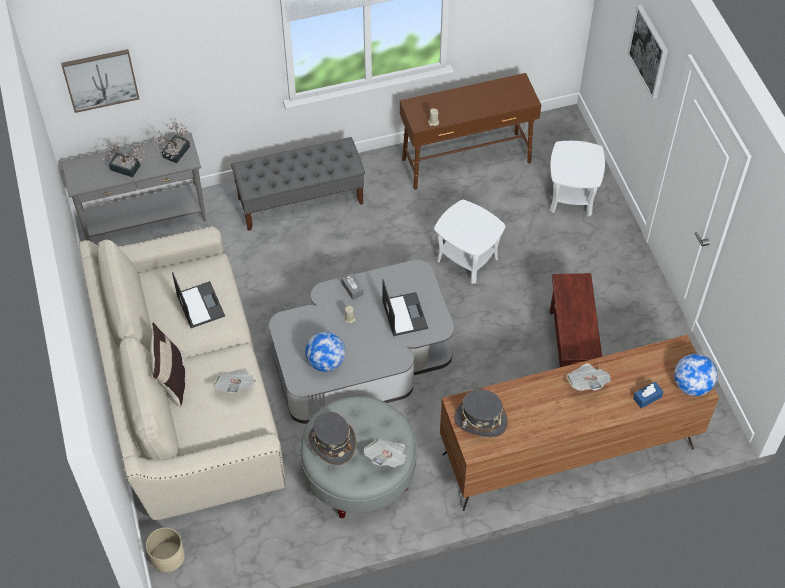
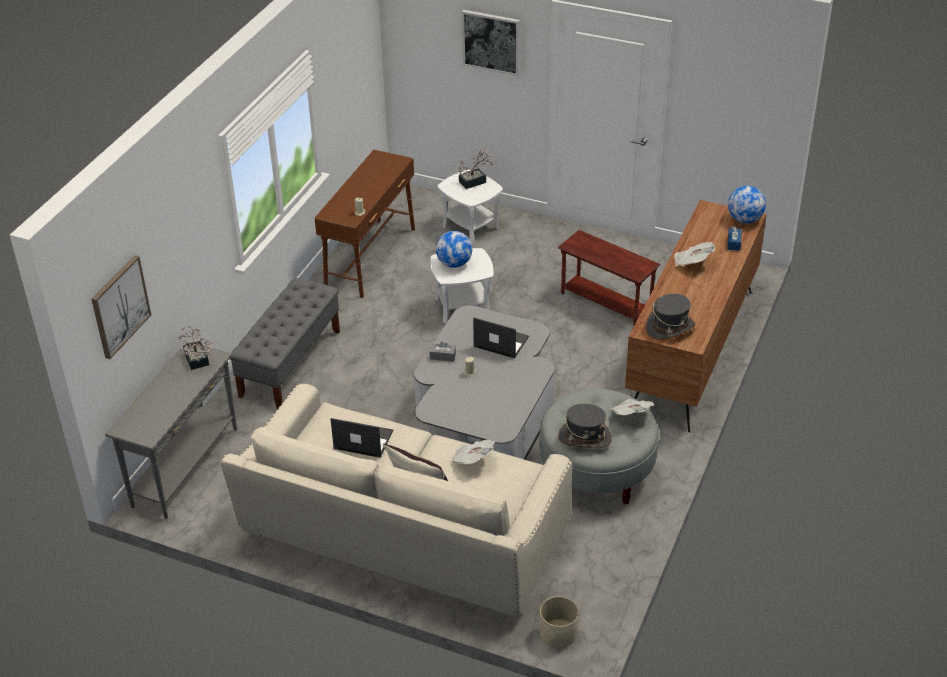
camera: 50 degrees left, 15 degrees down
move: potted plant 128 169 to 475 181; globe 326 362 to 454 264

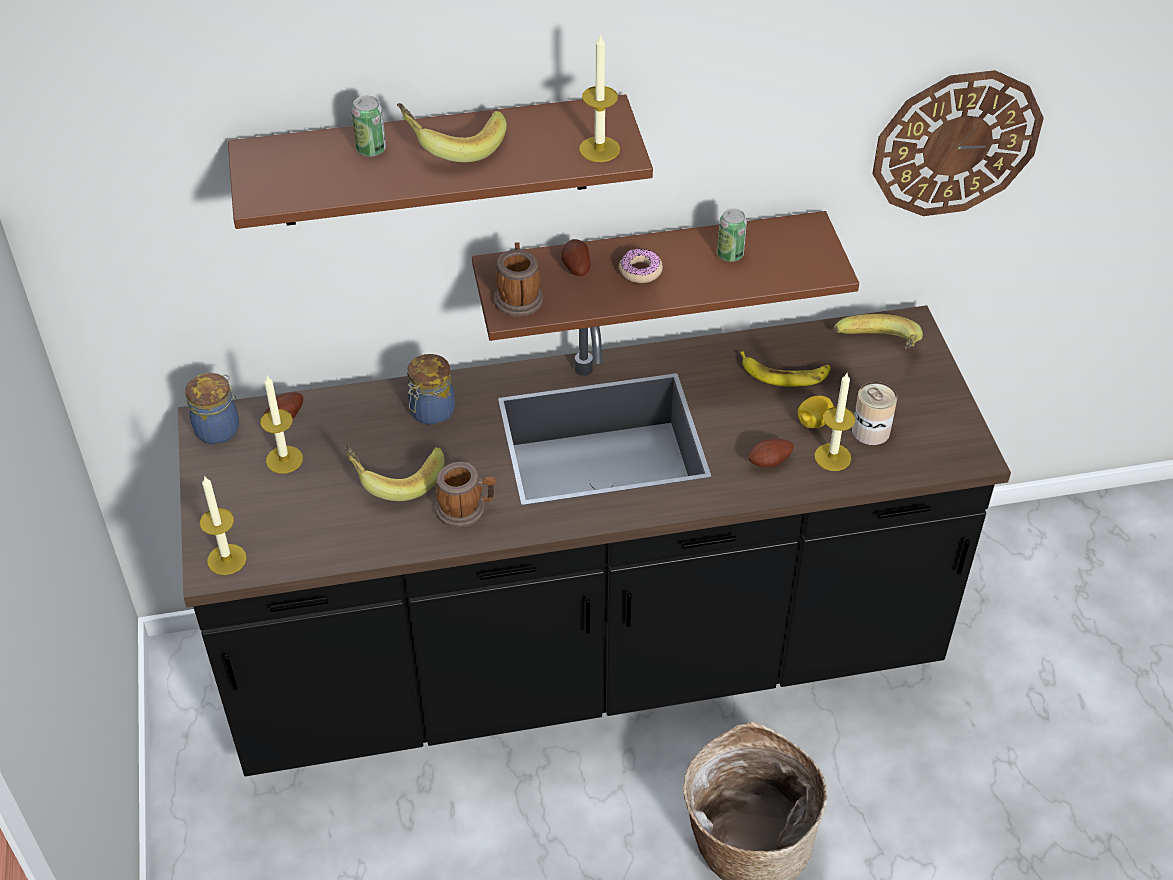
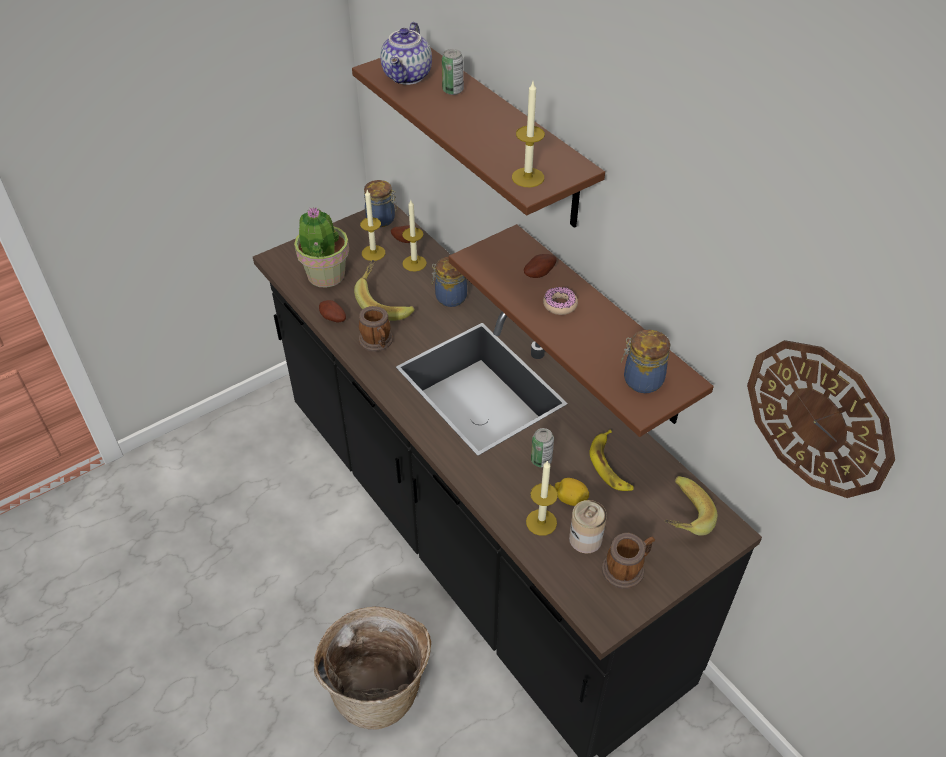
camera: 65 degrees right, 0 degrees up
delete: banana 453 144
insert: potted plant 325 275; teapot 408 76; jar 641 380
move: candle 226 559 to 414 263; mug 518 296 to 627 568; can 730 255 to 541 460; potato 770 462 to 332 319

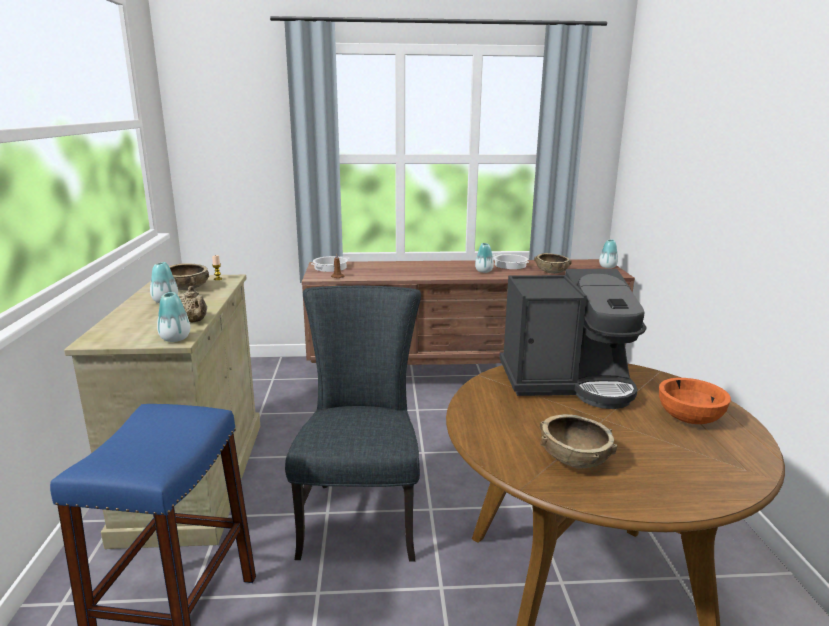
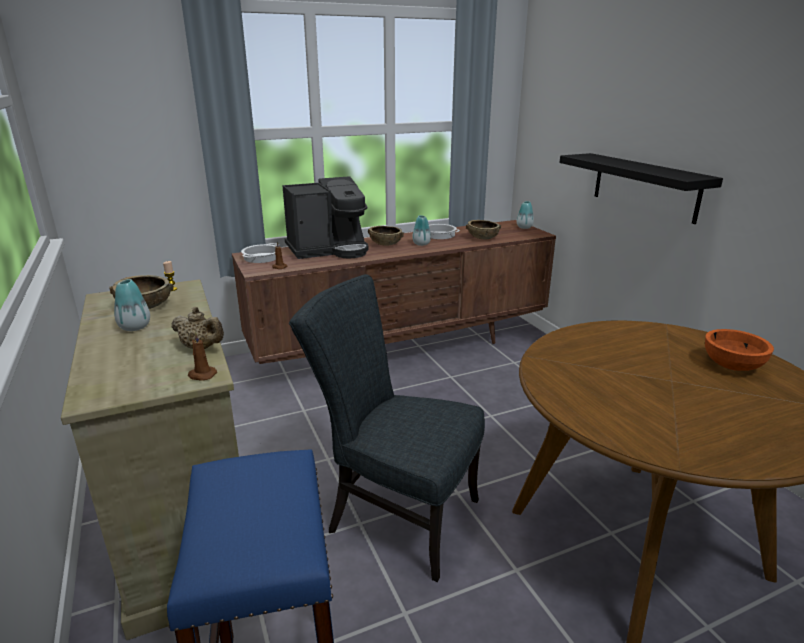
camera: 20 degrees left, 5 degrees up
insert: shelf (black) 644 186
move: coffee machine 567 382 to 329 250; bowl (brown) 574 459 to 385 244
replace: vase 175 338 to candle (brown) 201 375
rotate: chair (grey) 361 513 = 395 514 45 degrees counterclockwise

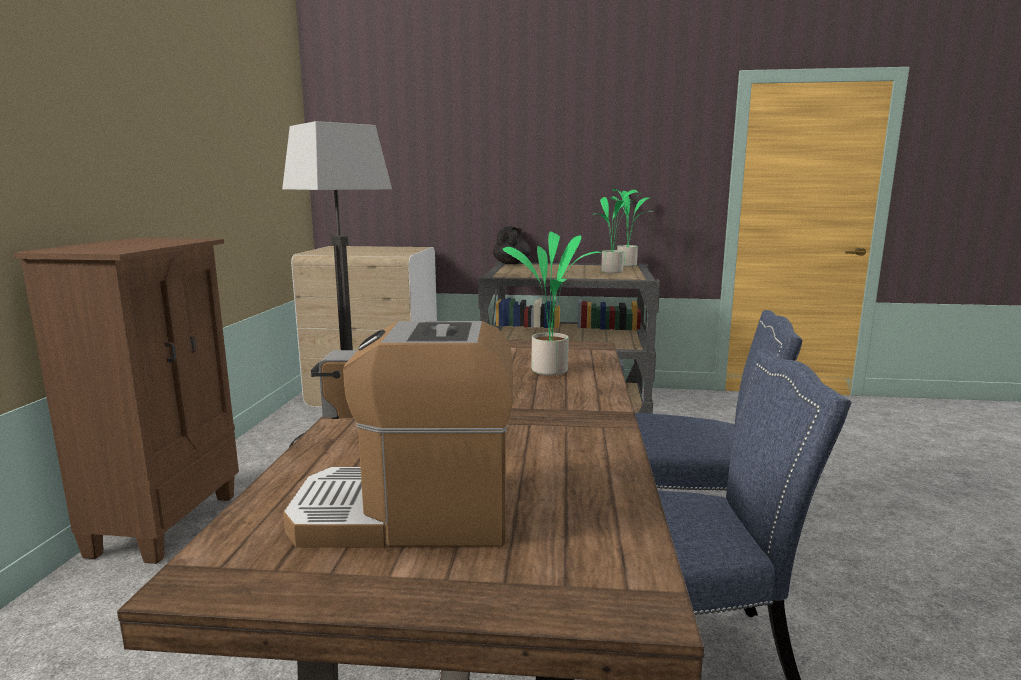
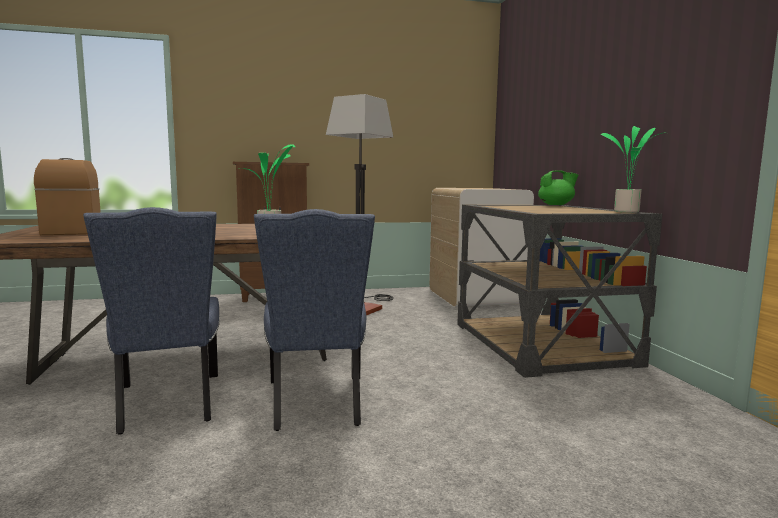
camera: 70 degrees right, 5 degrees down
delete: potted plant 613 272
recolor: teapot (black) 511 263 to teapot (green) 556 205

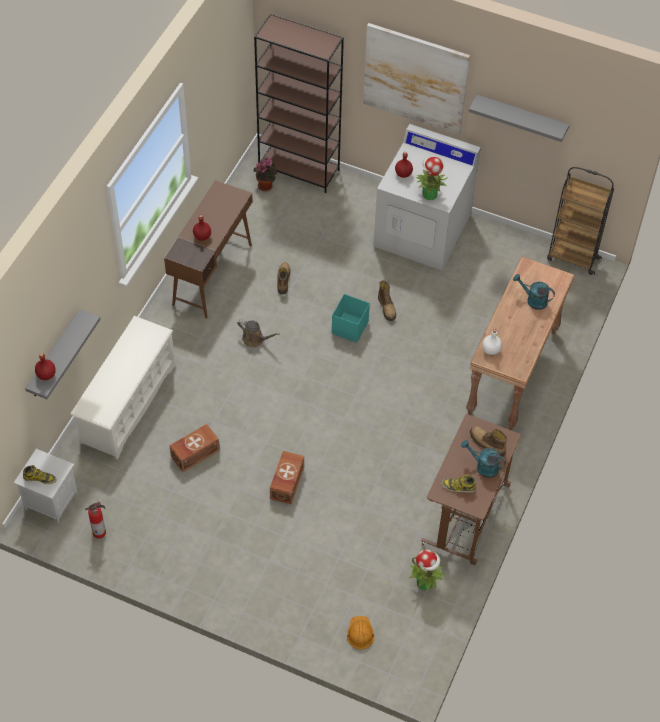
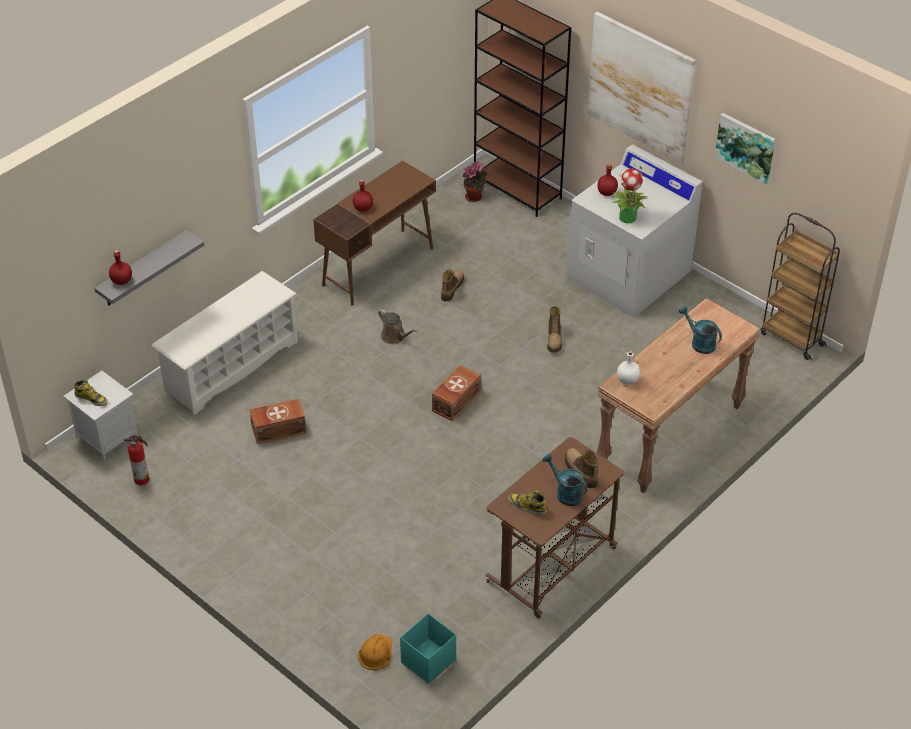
camera: 20 degrees right, 10 degrees down
delete: potted plant 425 582
move: storage box (brown) 286 483 to 455 401; storage box (turquoise) 349 328 to 427 661
replace: shelf (grey) 521 118 to picture 746 147

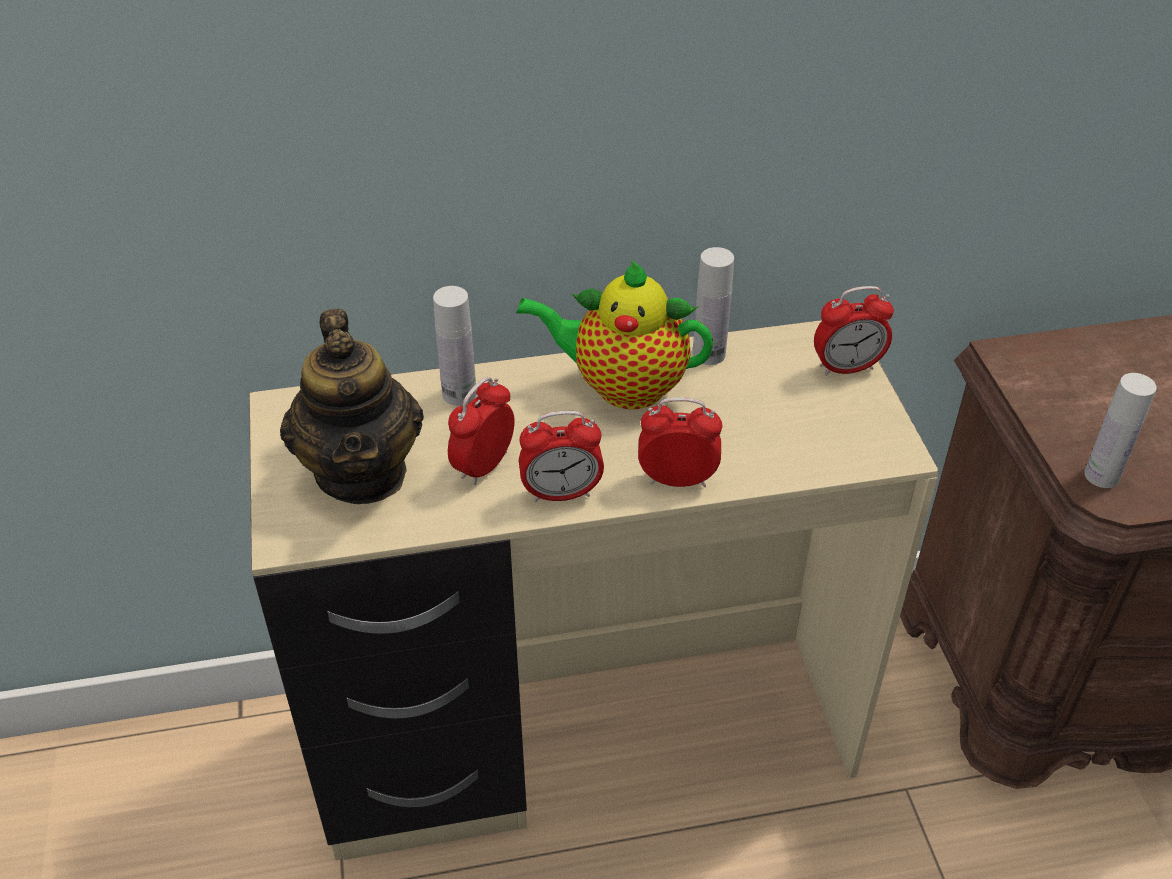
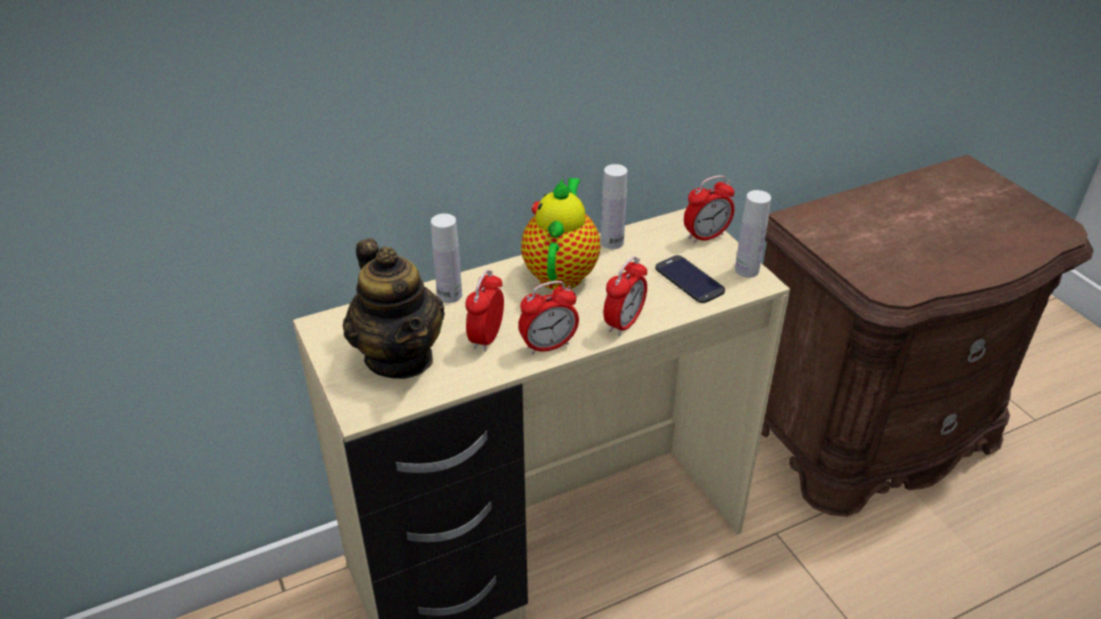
camera: 15 degrees left, 5 degrees down
insert: phone 689 279
move: bottle (white) 1101 476 to 746 270
rotate: teapot 621 386 = 561 272 105 degrees clockwise; alarm clock 677 480 = 624 323 135 degrees clockwise

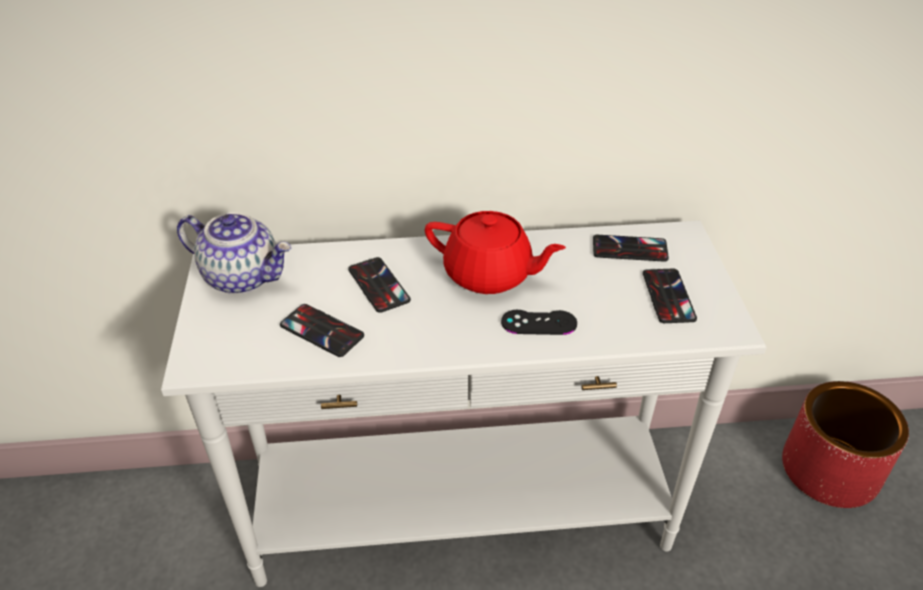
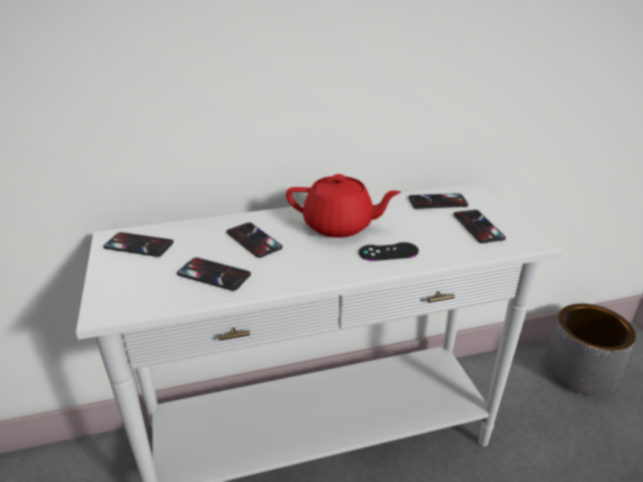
camera: 10 degrees left, 10 degrees down
replace: teapot 243 276 to phone 139 245
recolor: planter (red) 830 471 to planter (grey) 580 372

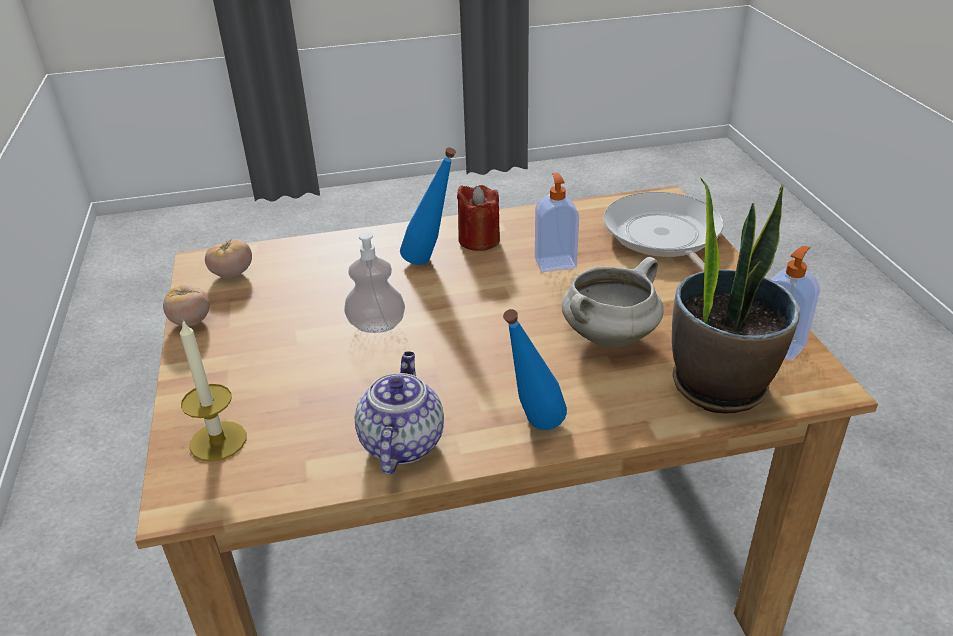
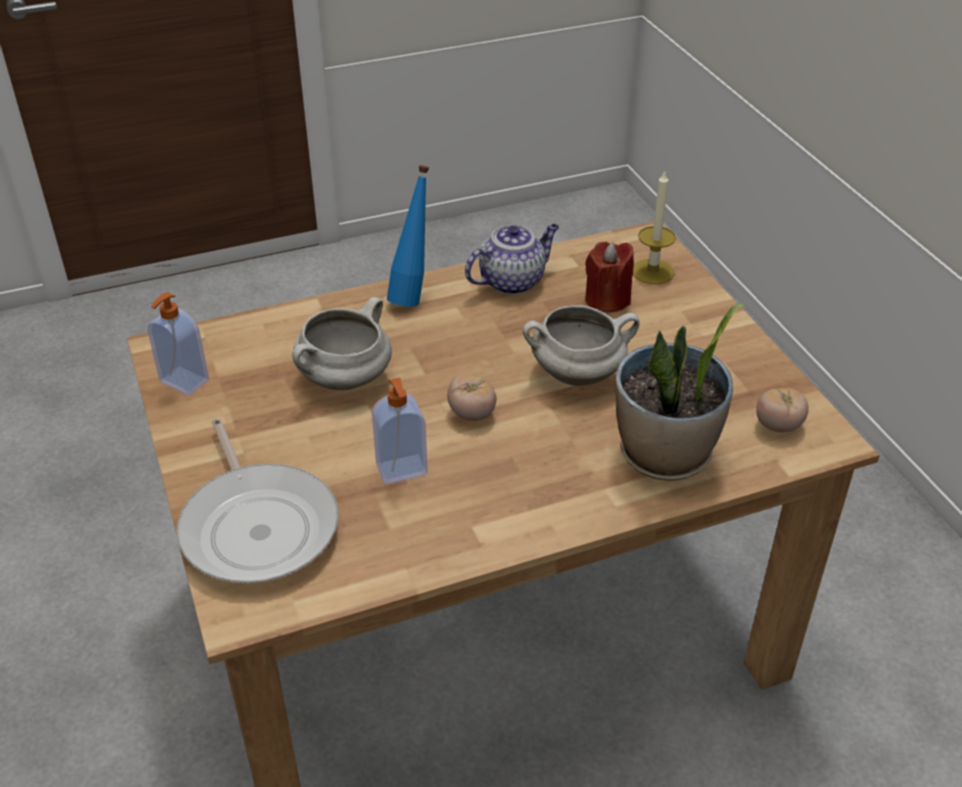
camera: 170 degrees right, 5 degrees up
delete: bottle (blue) 431 263
move: tomato 191 321 to 472 413; candle (red) 479 240 to 607 300; potted plant 719 384 to 665 455
replace: soap dispenser 376 326 to cooking pot (white) 578 374
rotate: teapot 401 442 = 512 281 120 degrees counterclockwise

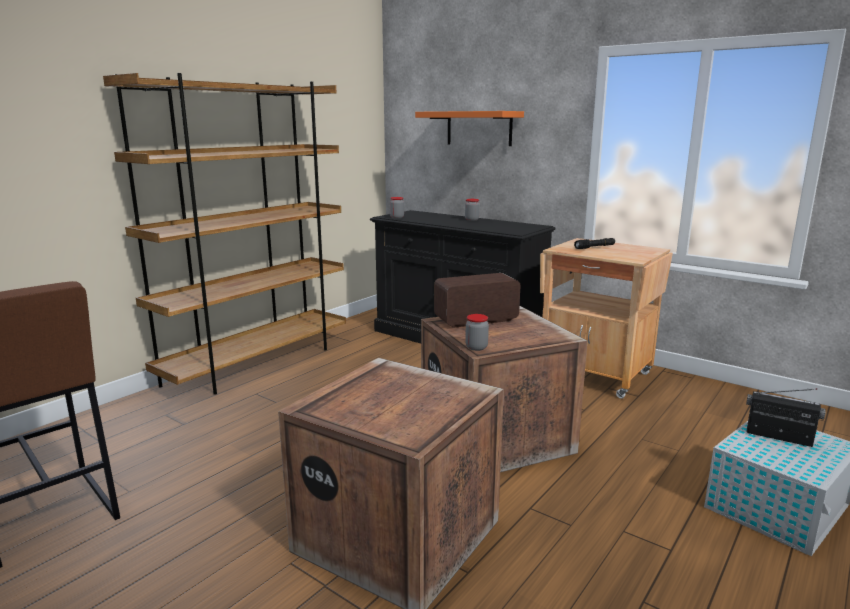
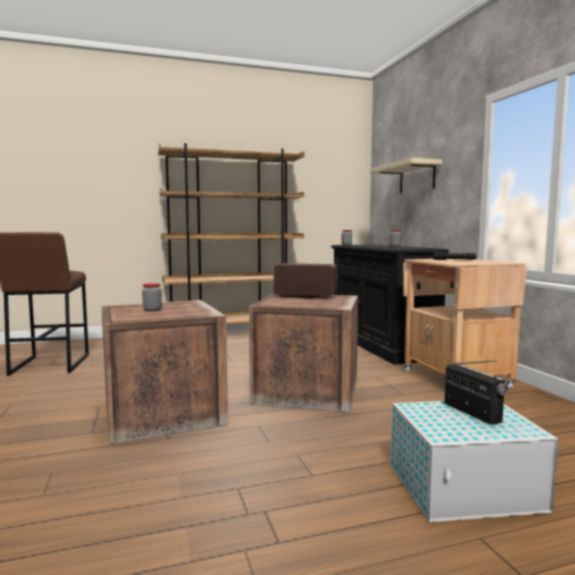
camera: 35 degrees right, 10 degrees down
move: jar 476 347 to 152 310
recolor: shelf (orange) 479 128 to shelf (beige) 417 178

